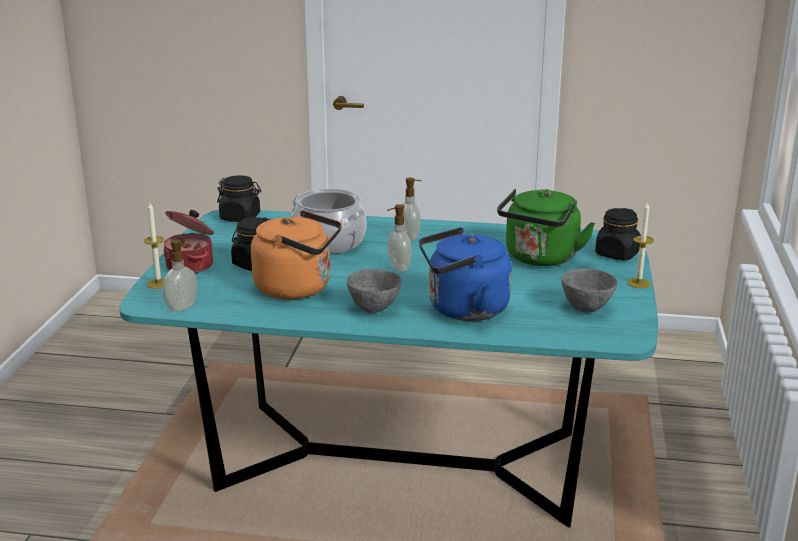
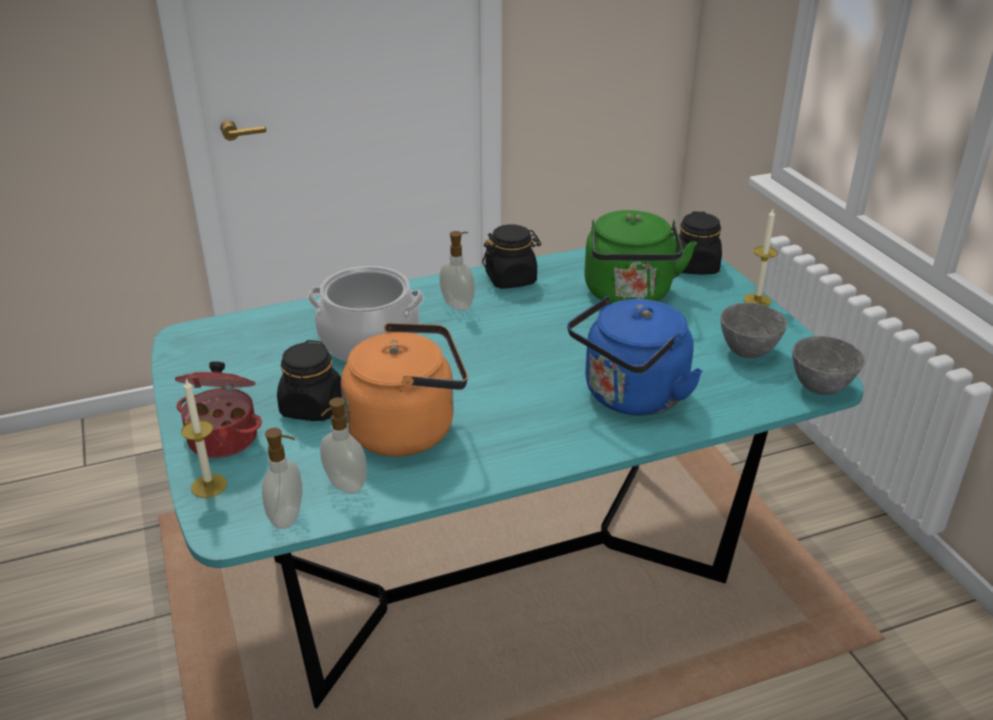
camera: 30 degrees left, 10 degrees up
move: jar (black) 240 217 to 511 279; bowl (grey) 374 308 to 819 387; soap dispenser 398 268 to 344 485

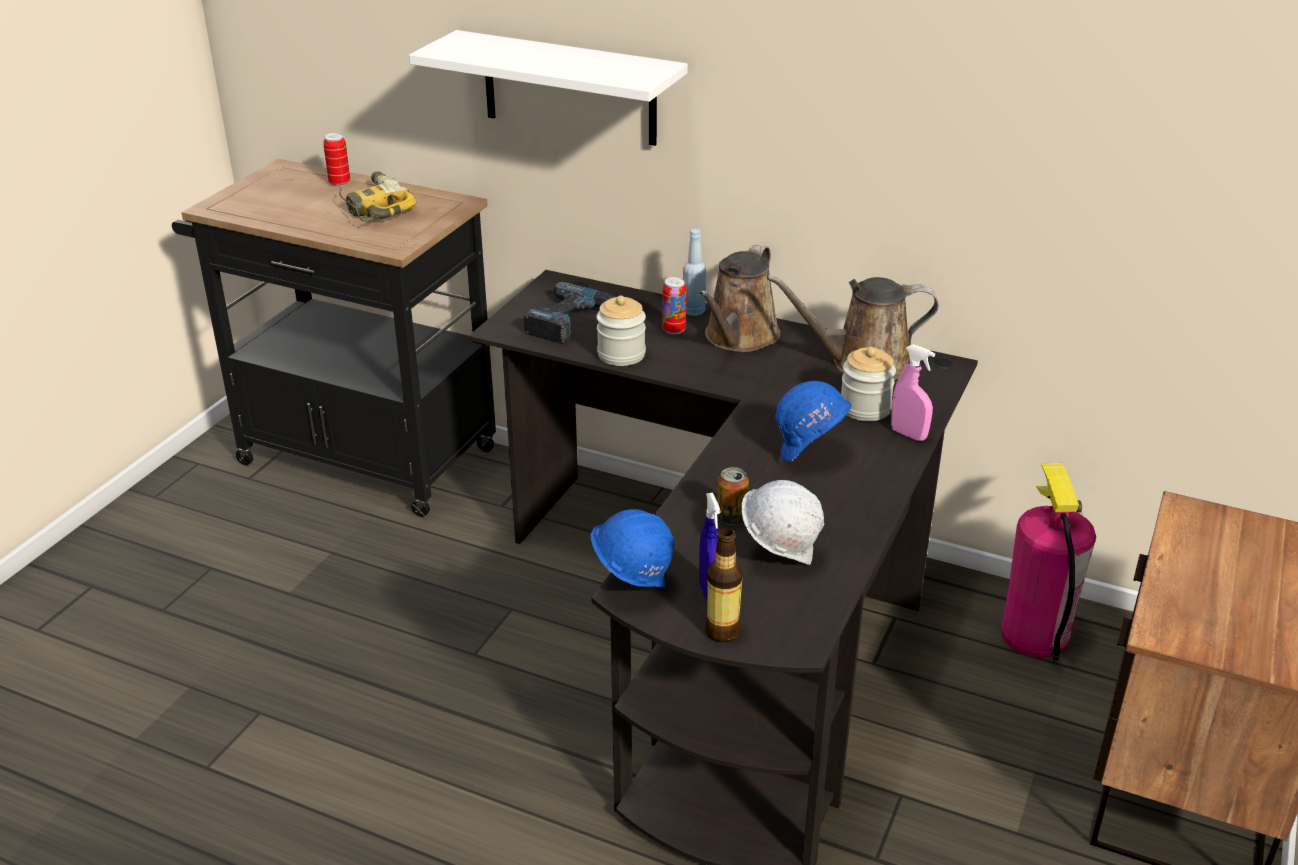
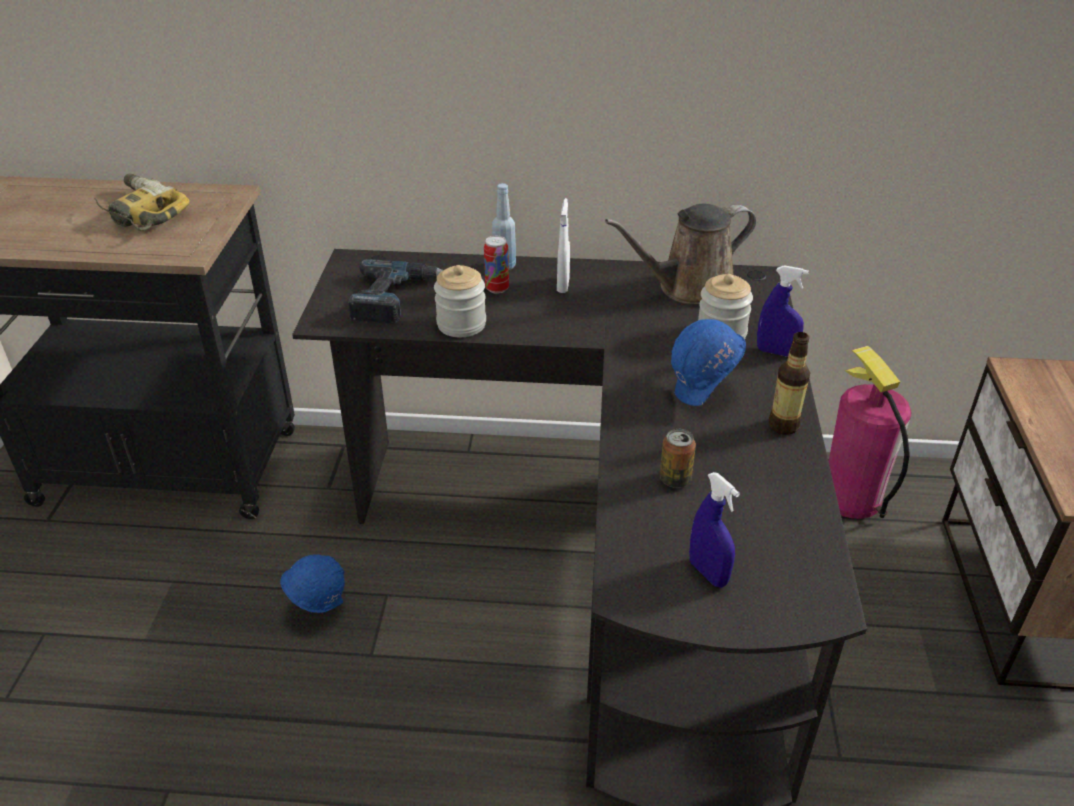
camera: 20 degrees left, 5 degrees up
delete: can 339 183; shelf (white) 569 88; hard hat (white) 780 554
move: hard hat (blue) 632 585 to 318 606; bottle 722 632 to 783 426
replace: watering can (brown) 739 338 to spray bottle (white) 563 285
recolor: spray bottle (pink) 908 434 to spray bottle (blue) 776 352

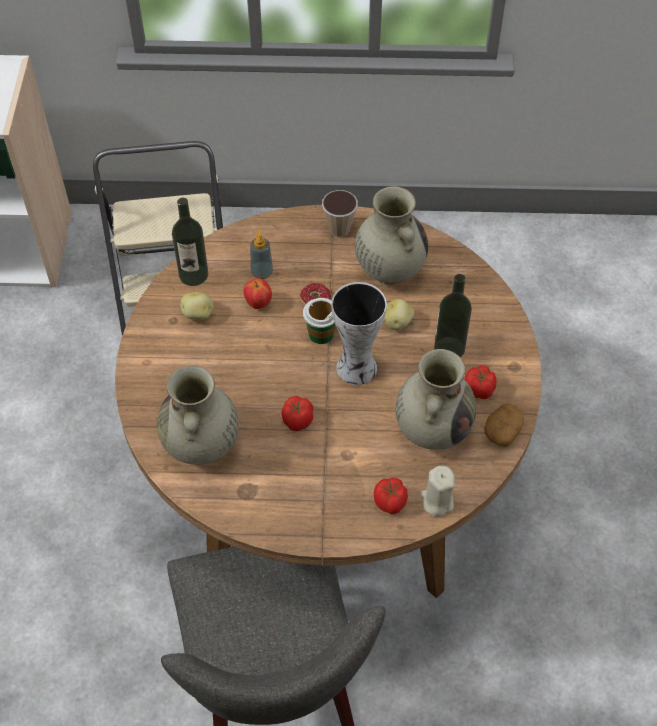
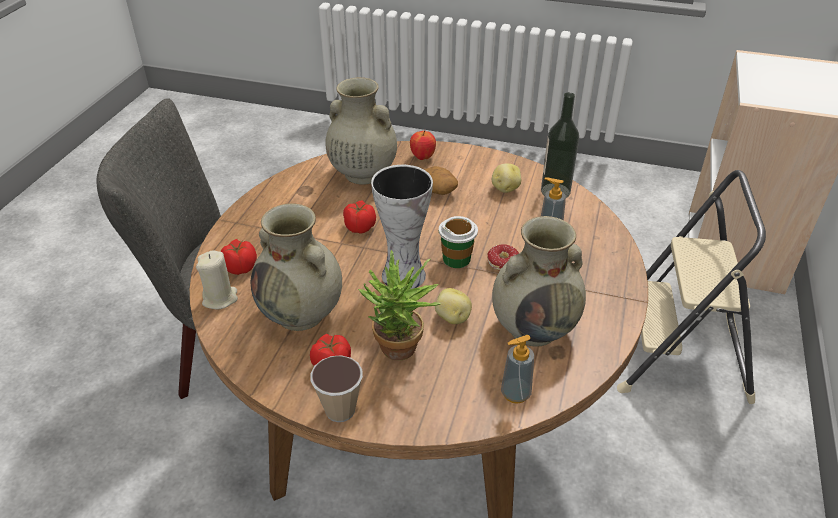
camera: 105 degrees right, 15 degrees down
insert: soap dispenser 515 393
move: apple 258 303 to 422 157; cup 339 229 to 340 410; potato 502 431 to 438 190
replace: bottle 449 348 to potted plant 399 353

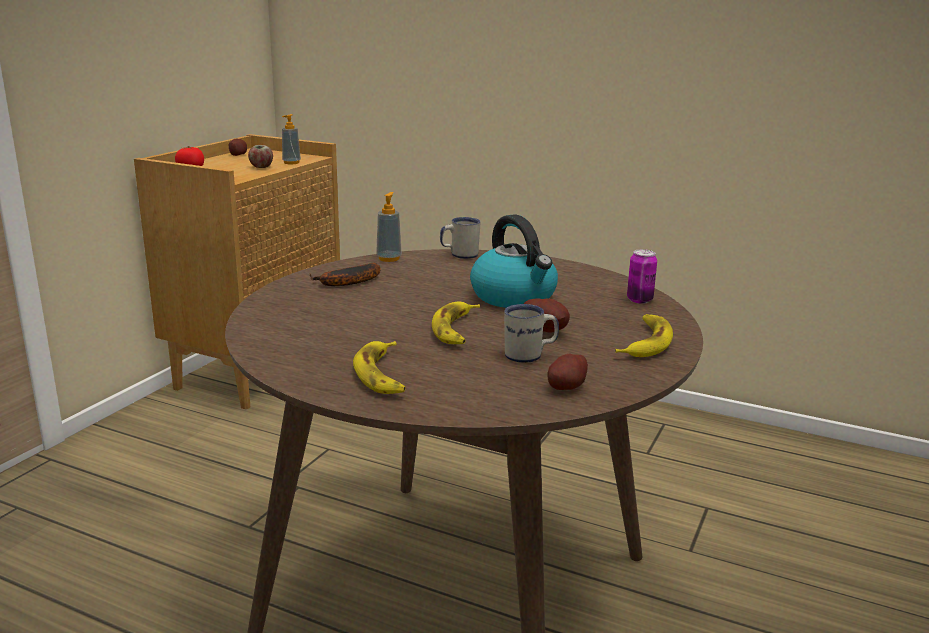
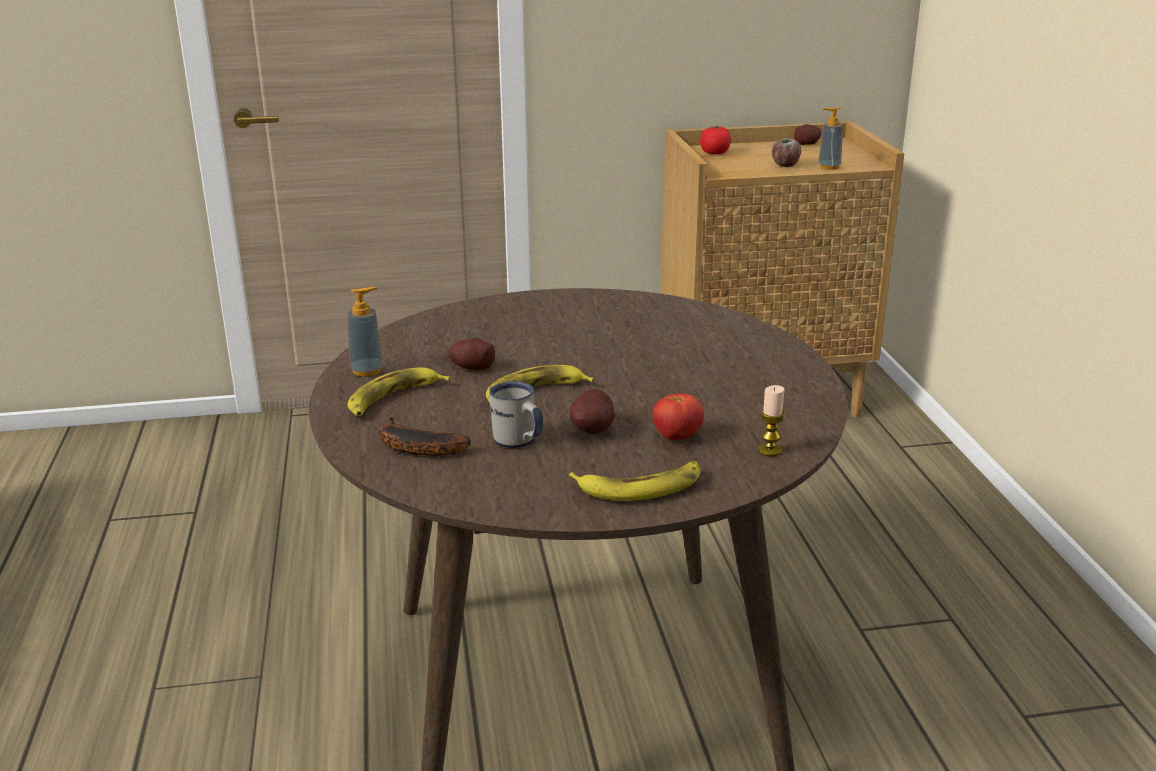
camera: 55 degrees right, 5 degrees up
delete: mug (white) 459 255; kettle 514 297
insert: tomato 677 437
move: banana 347 282 to 414 447; soap dispenser 389 258 to 367 370; potato 566 387 to 472 367
replace: can 639 300 to candle 769 450

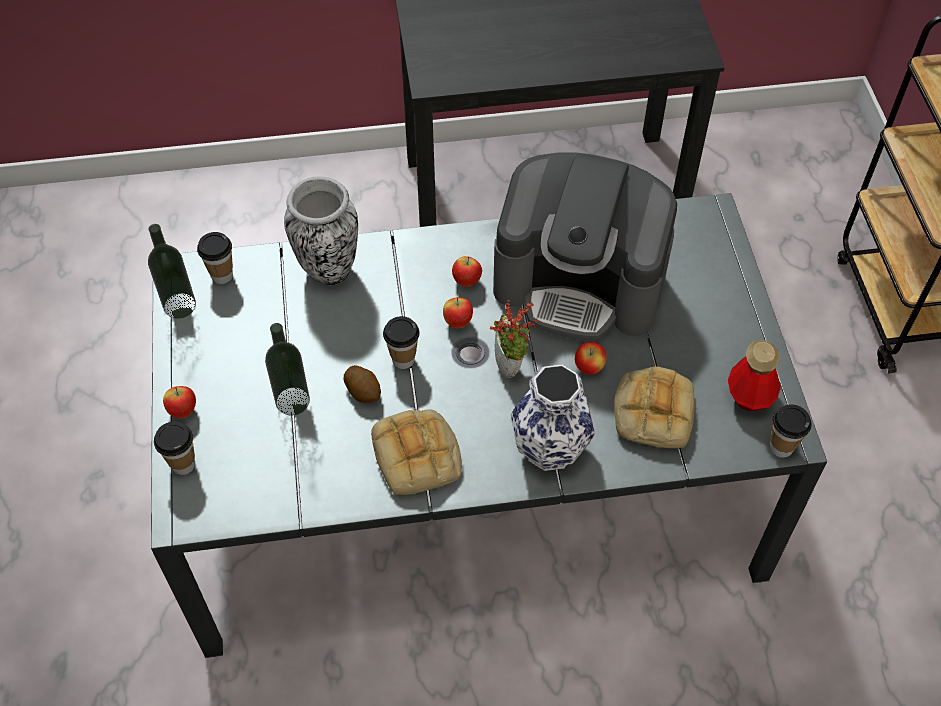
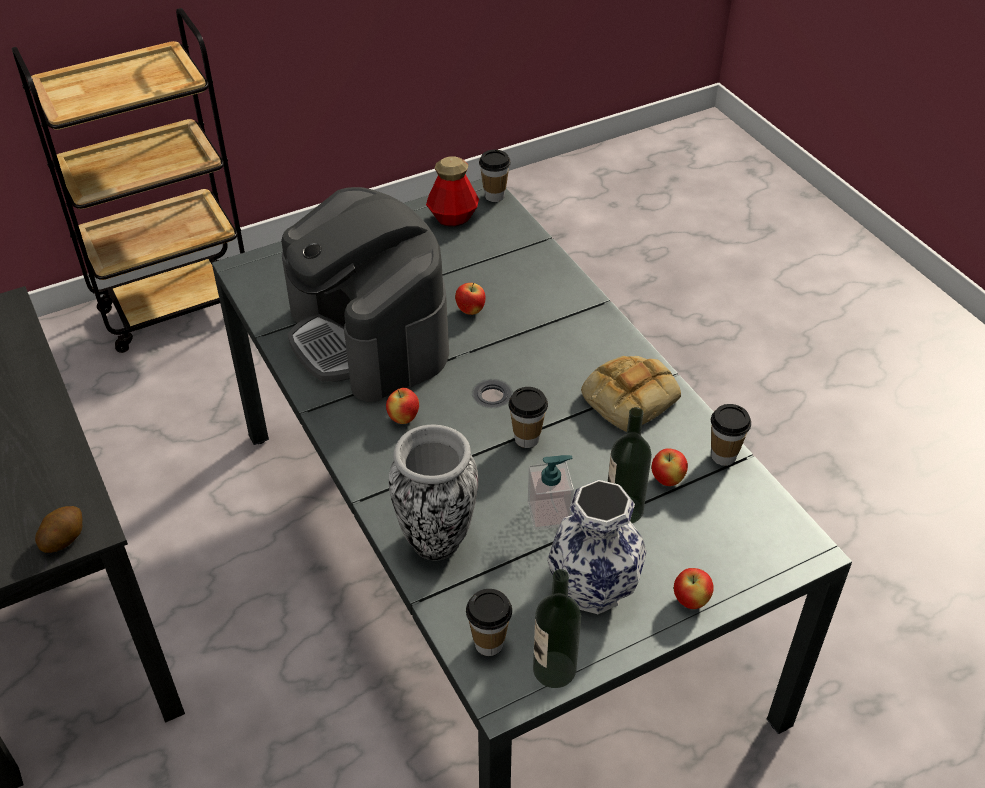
camera: 110 degrees left, 10 degrees down
delete: potted plant 511 366; bread 652 411
insert: soap dispenser 549 513
move: cup 183 464 to 723 456; potato 363 391 to 63 538; apple 458 322 to 667 480; vase 550 450 to 595 588
rotate: coffee machine 580 282 = 369 337 150 degrees clockwise

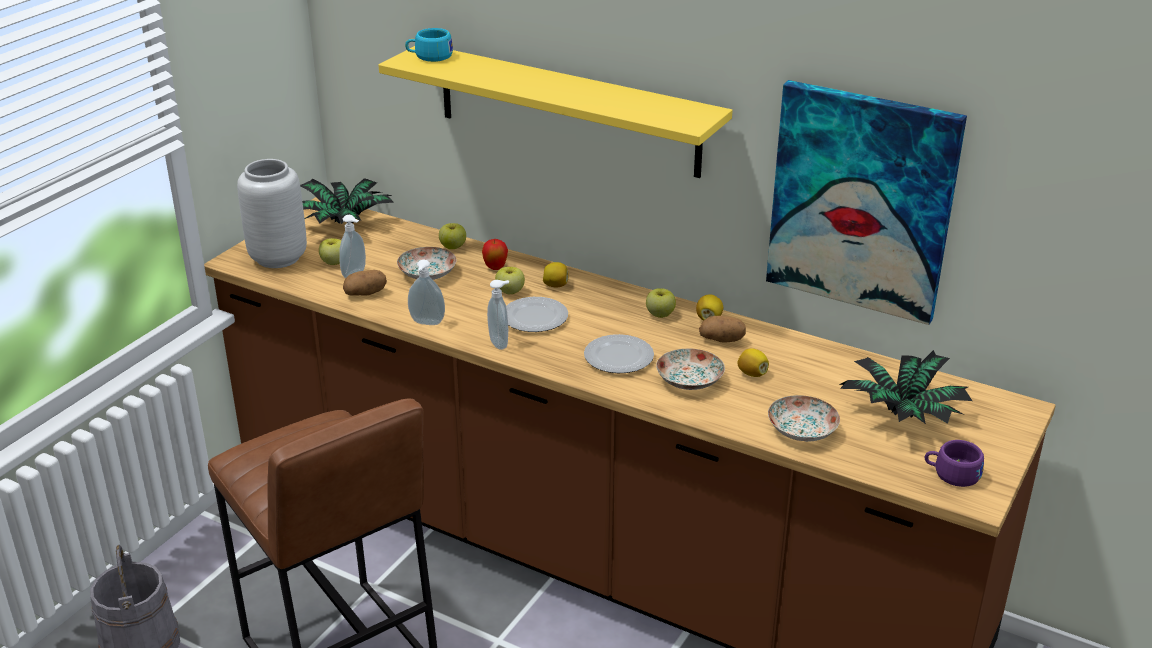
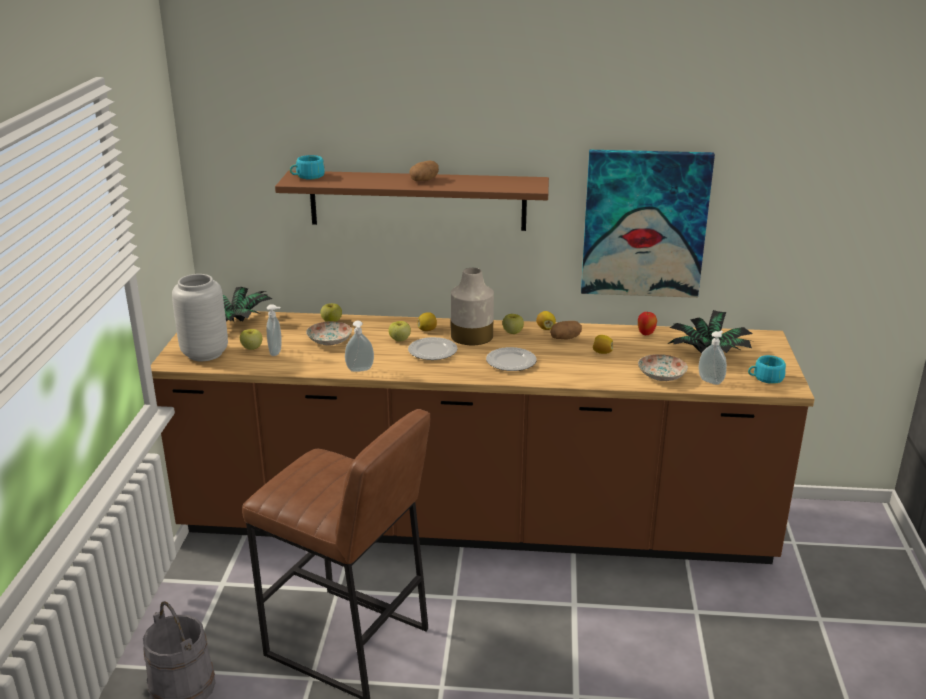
camera: 25 degrees left, 5 degrees down
delete: plate 689 381
insert: vase (beige) 471 336
move: potato 365 293 to 424 180; apple 495 268 to 646 334; soap dispenser 500 343 to 711 381
recolor: shelf (yellow) 567 110 to shelf (brown) 417 200; cup (purple) 951 474 to cup (turquoise) 765 378

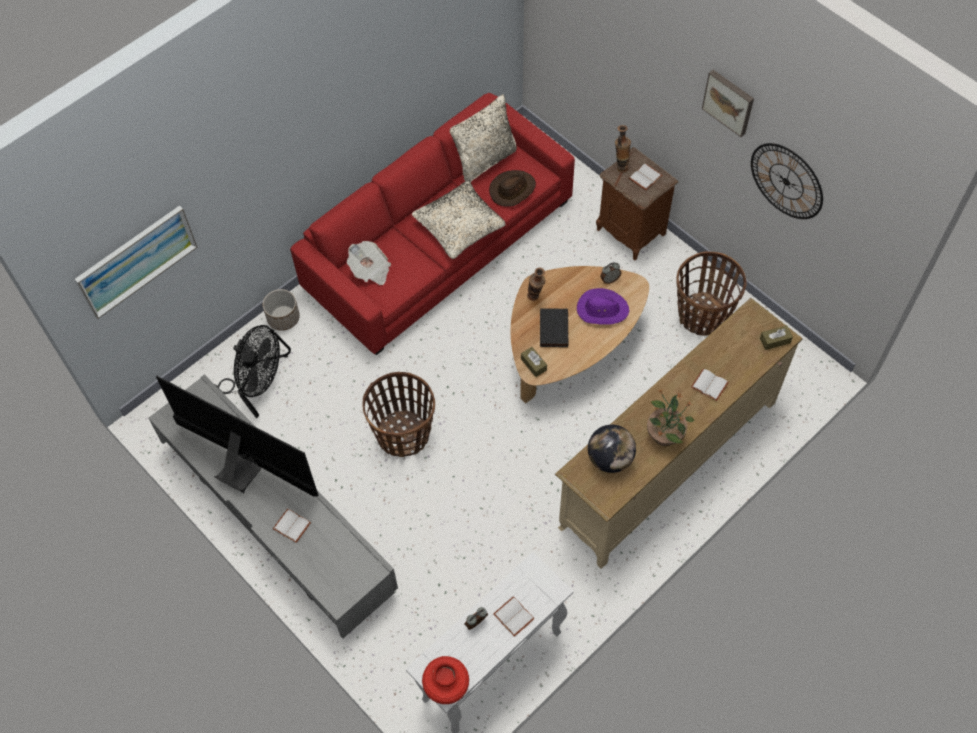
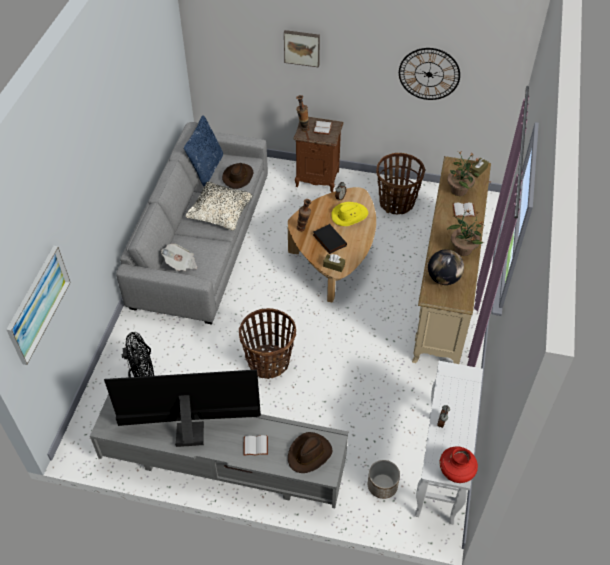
camera: 35 degrees left, 10 degrees down
delete: book (white) 512 617
insert: hat (brown) 309 454; potted plant 459 190
move: planter 283 317 to 382 485; picture 729 102 to 302 47
recolor: sofa (red) 438 244 to sofa (grey) 201 240; pillow (beige) 486 161 to pillow (blue) 207 169; hat (purple) 602 309 to hat (yellow) 349 215

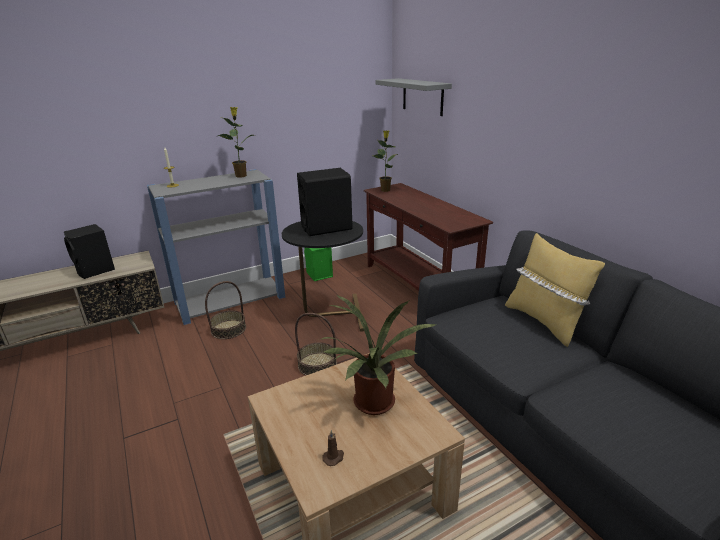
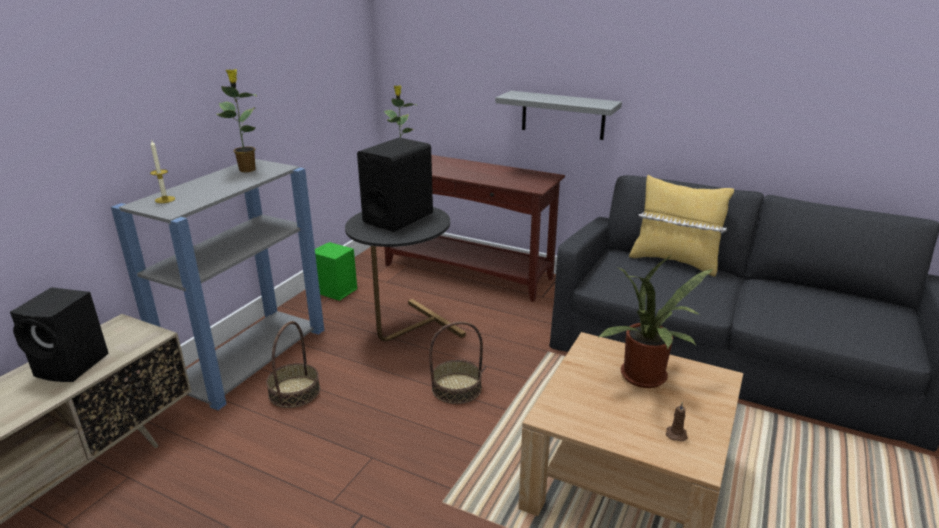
camera: 35 degrees left, 0 degrees up
move: shelf (grey) 422 96 to 563 115

